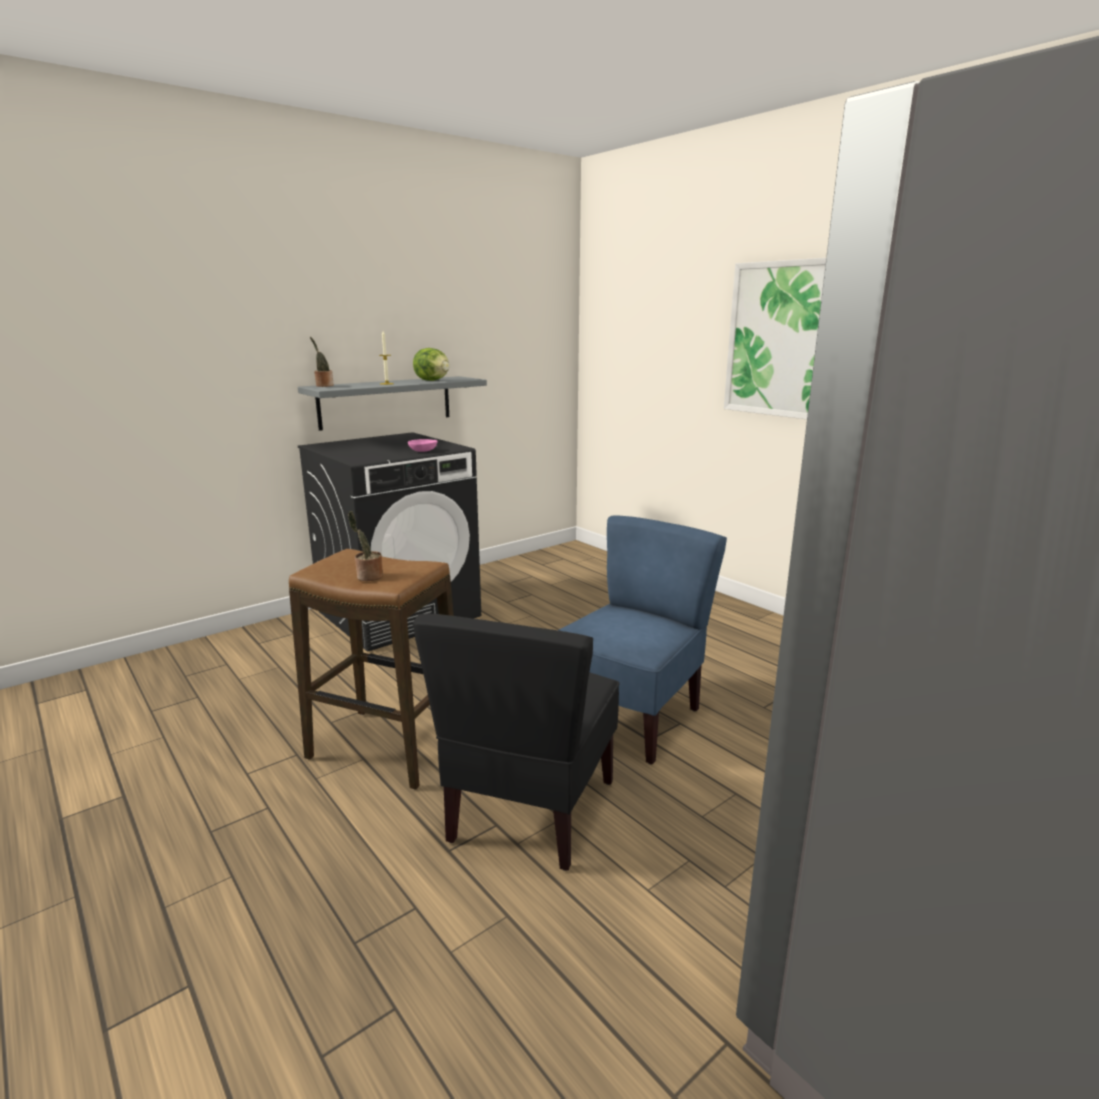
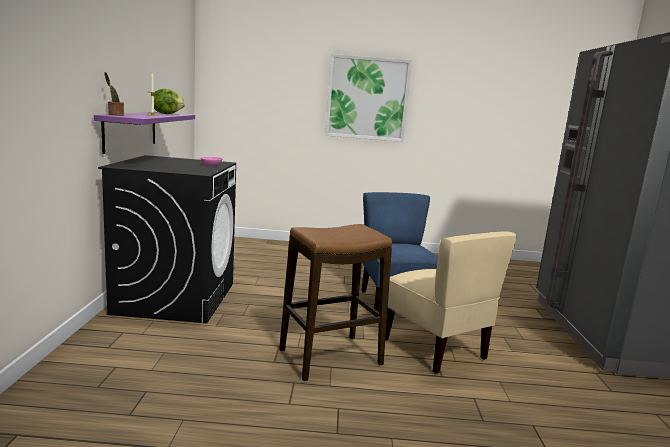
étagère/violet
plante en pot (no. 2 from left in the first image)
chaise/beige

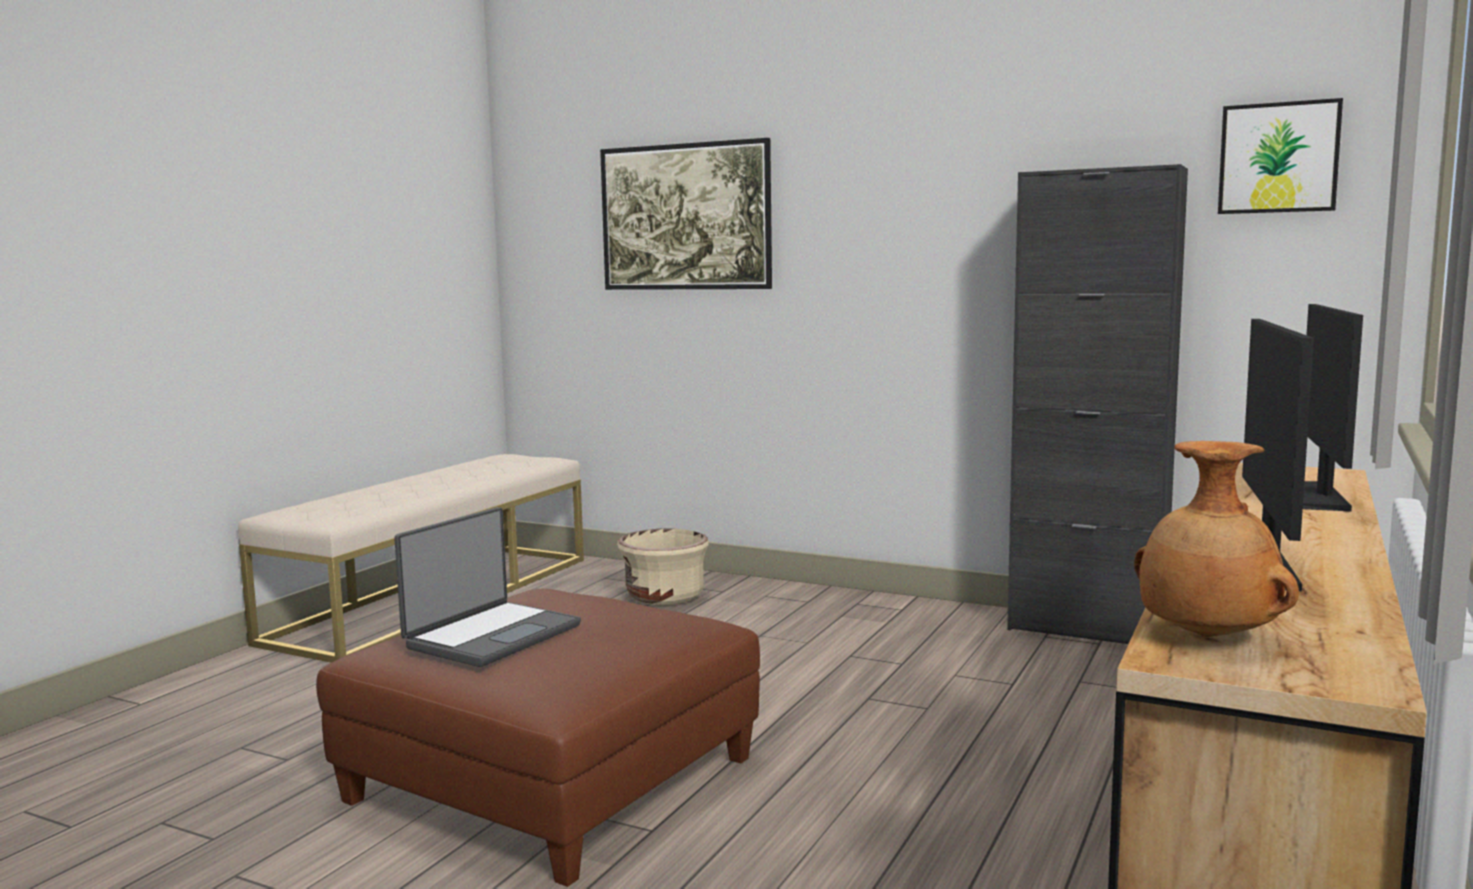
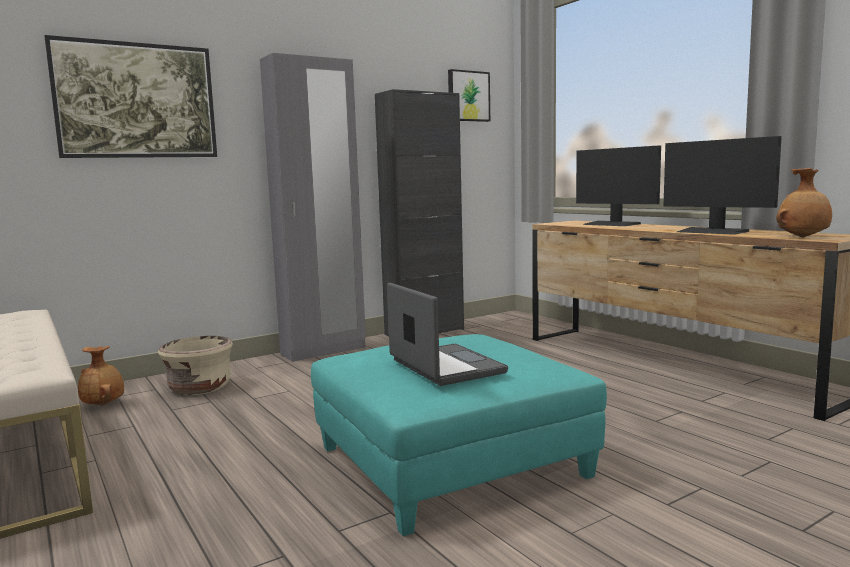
pouf/turquoise
vase/marron (no. 1 from left)
armoire/gris

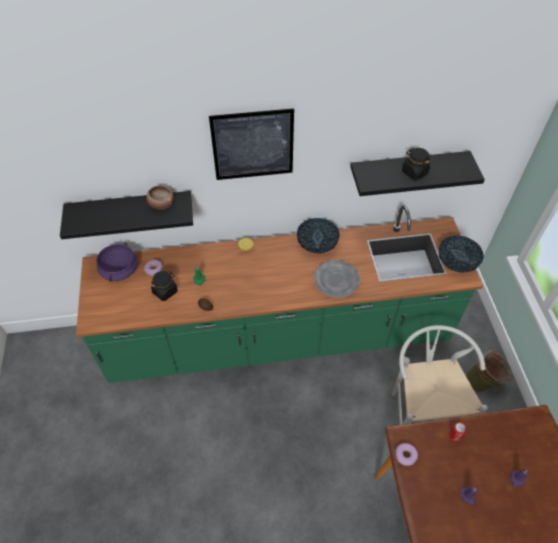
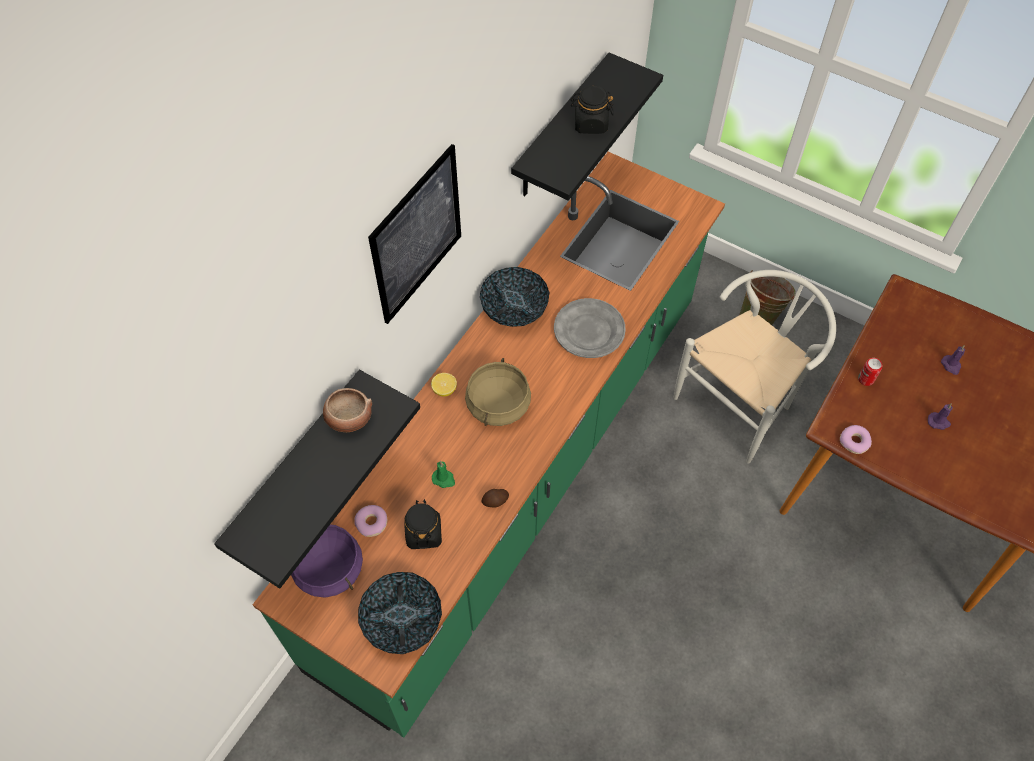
chaise/blanc
bol (no. 2 from left)
marmite/beige

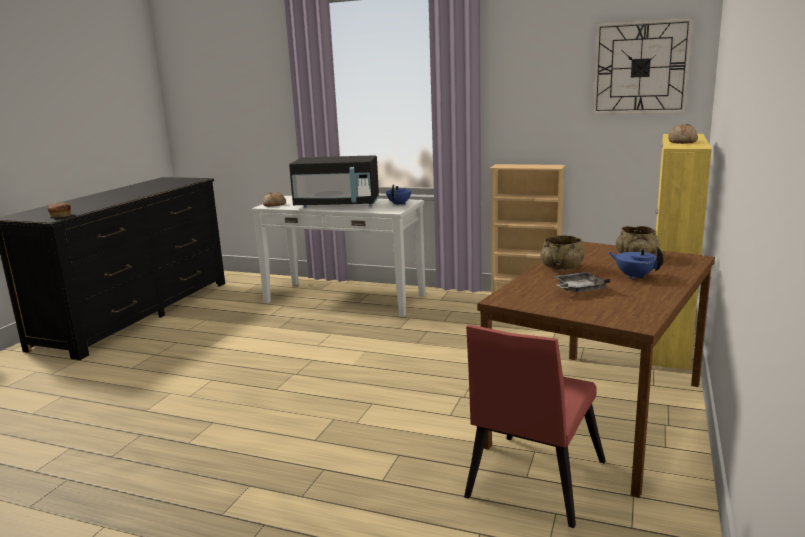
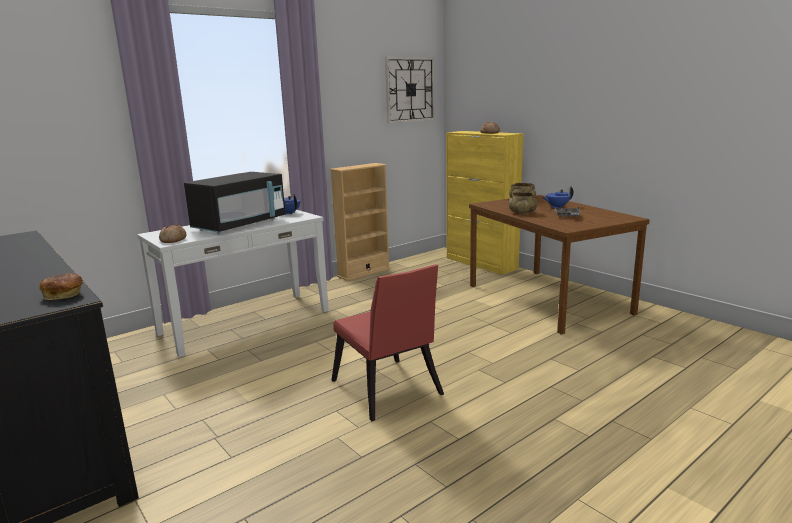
chaise/rouge

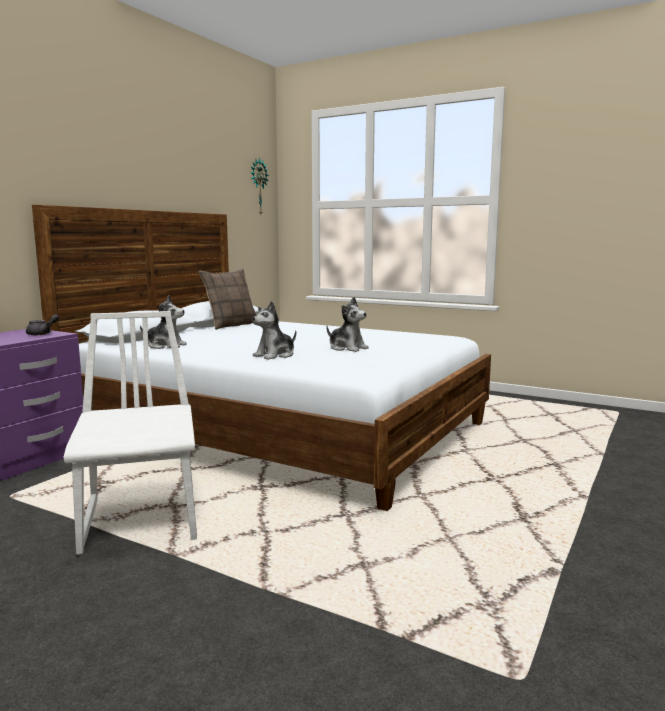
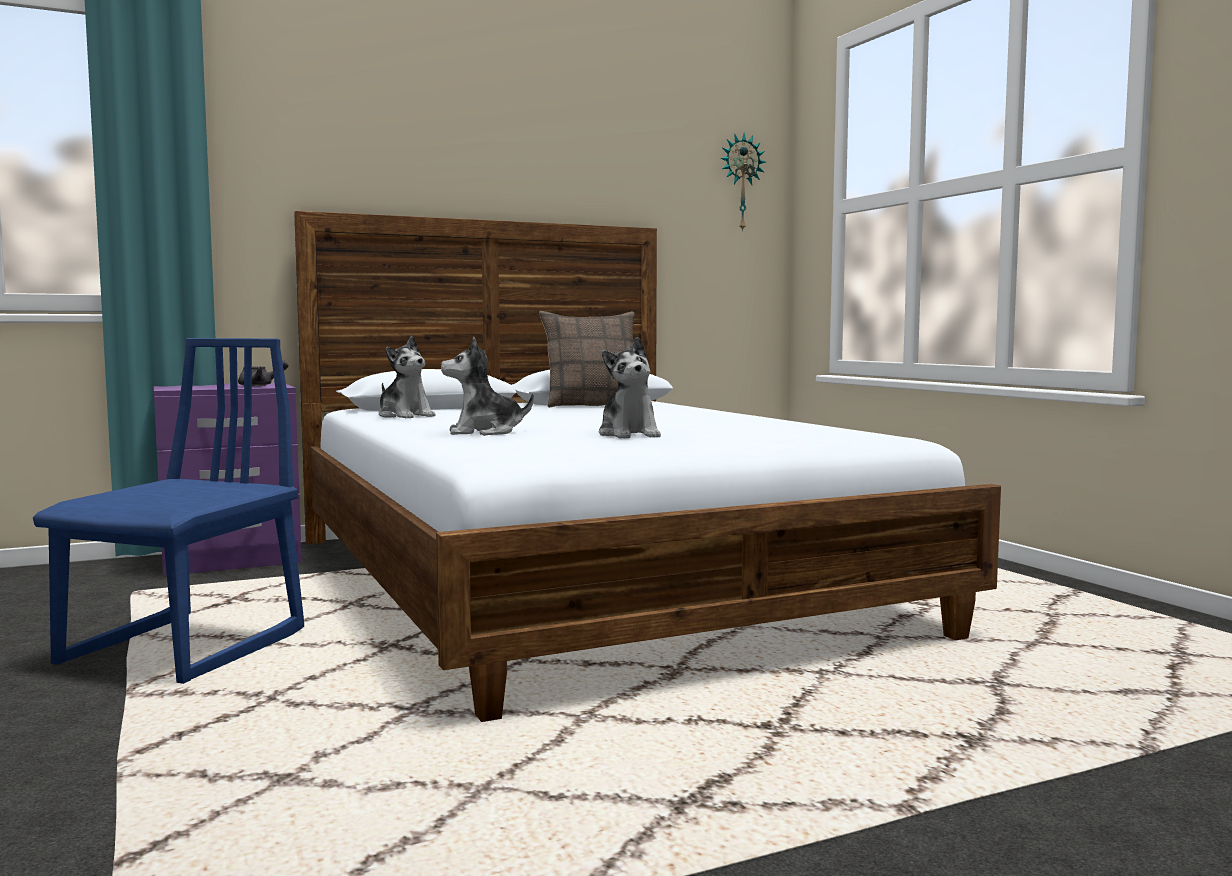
chaise/bleu

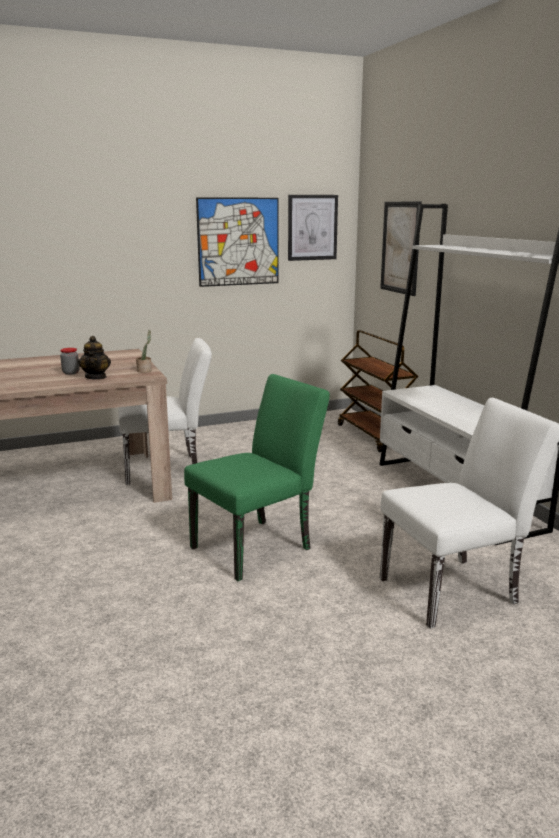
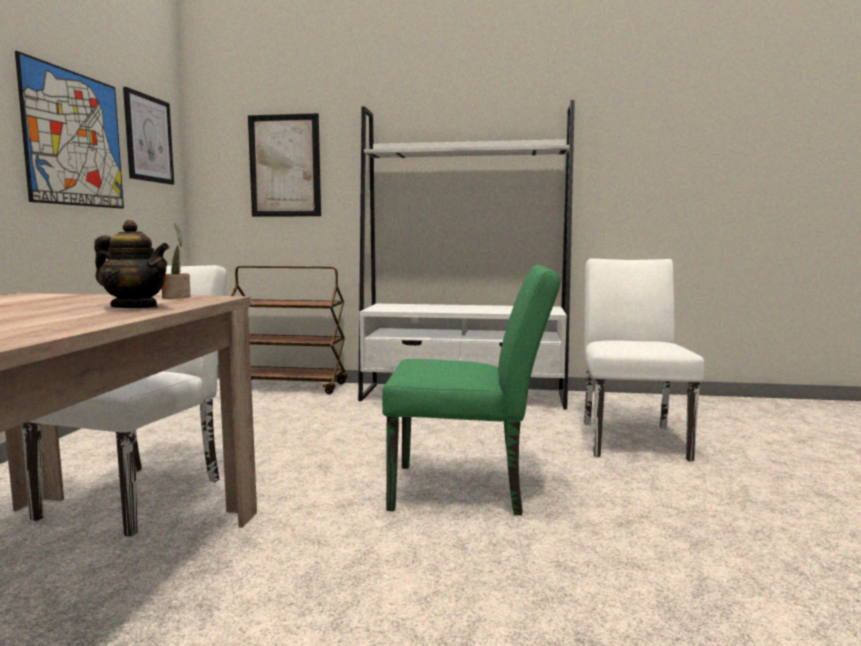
bocal
chaise/vert

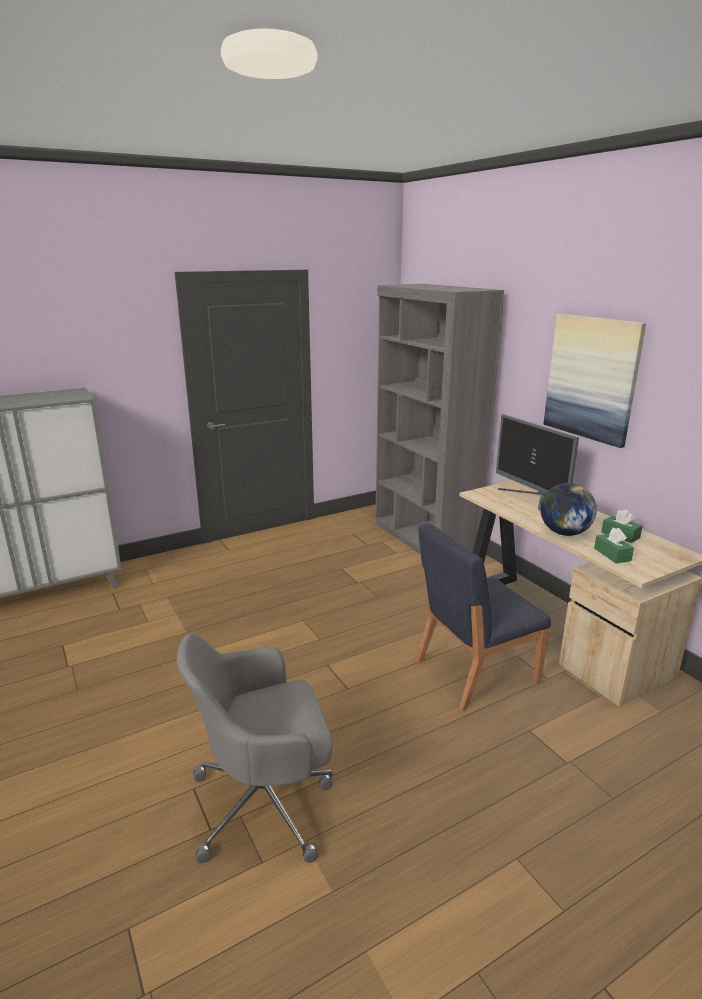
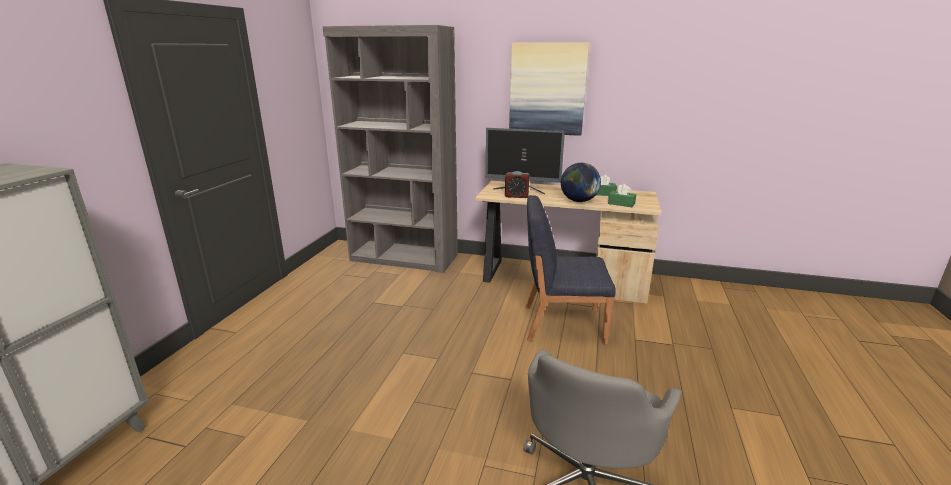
chaise/bleu
réveil

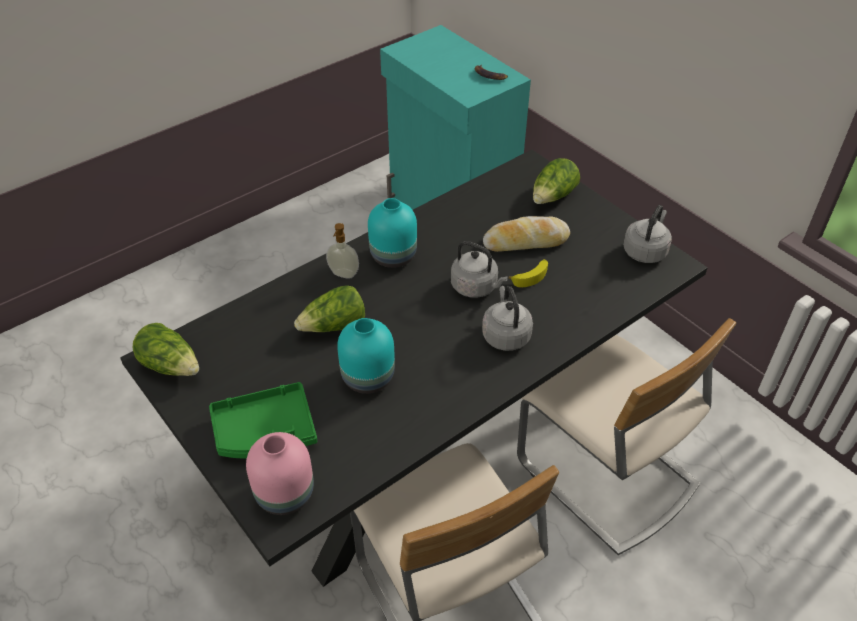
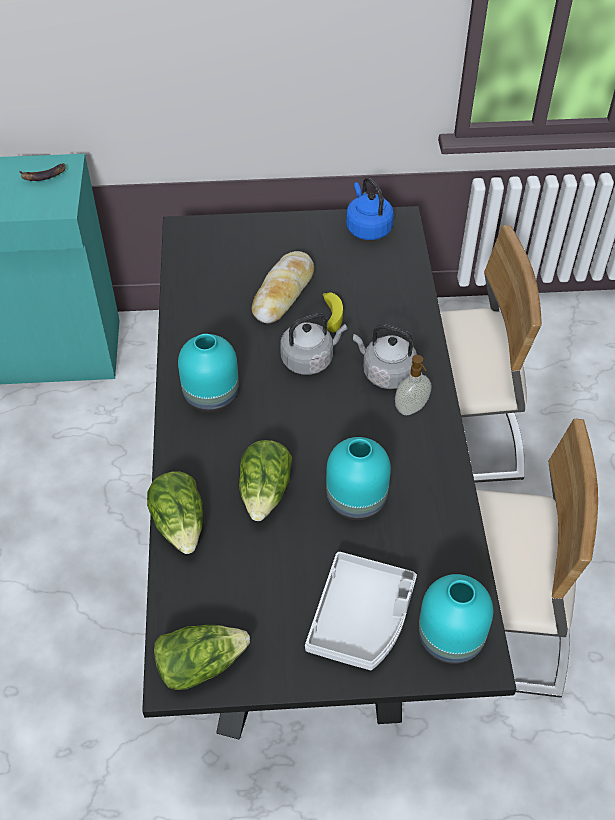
plateau/gris
vase/turquoise (no. 3 from left)
distributeur de savon
laitue (no. 1 from left)
bouilloire/bleu

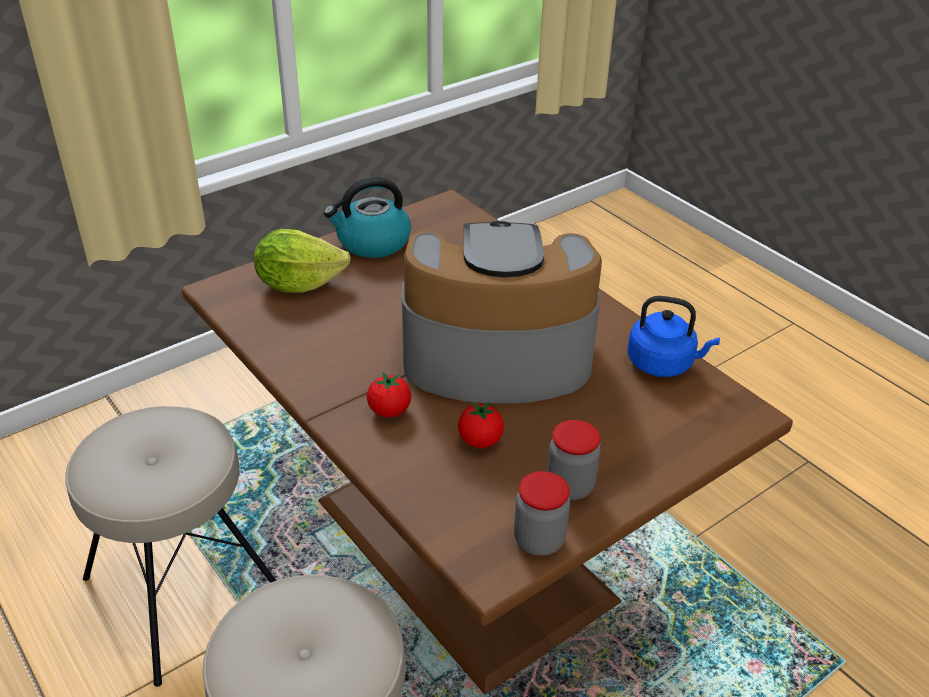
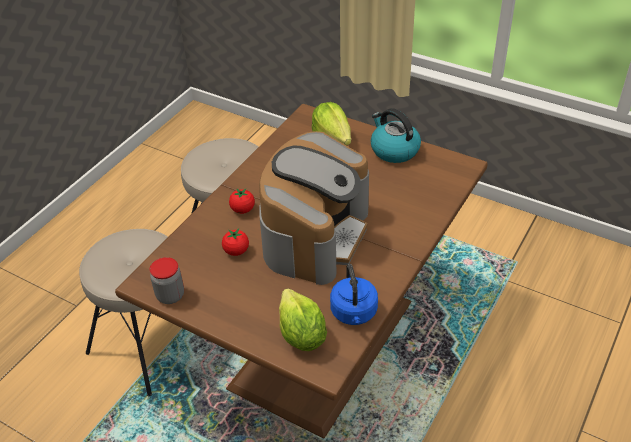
machine à café
bocal (no. 2 from left in the first image)
laitue (no. 1 from left)

